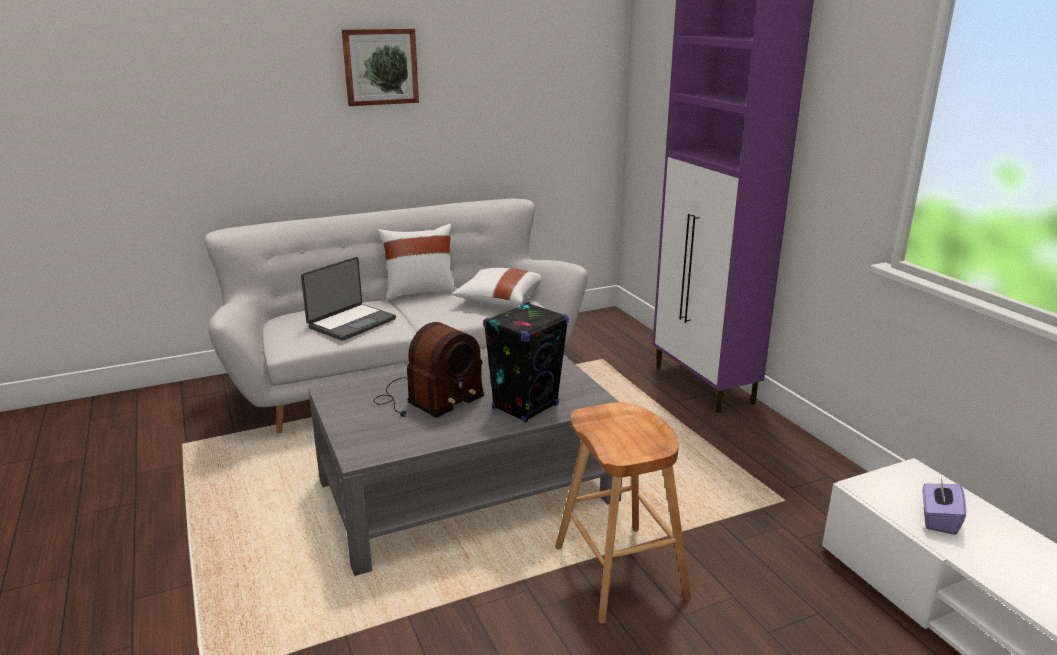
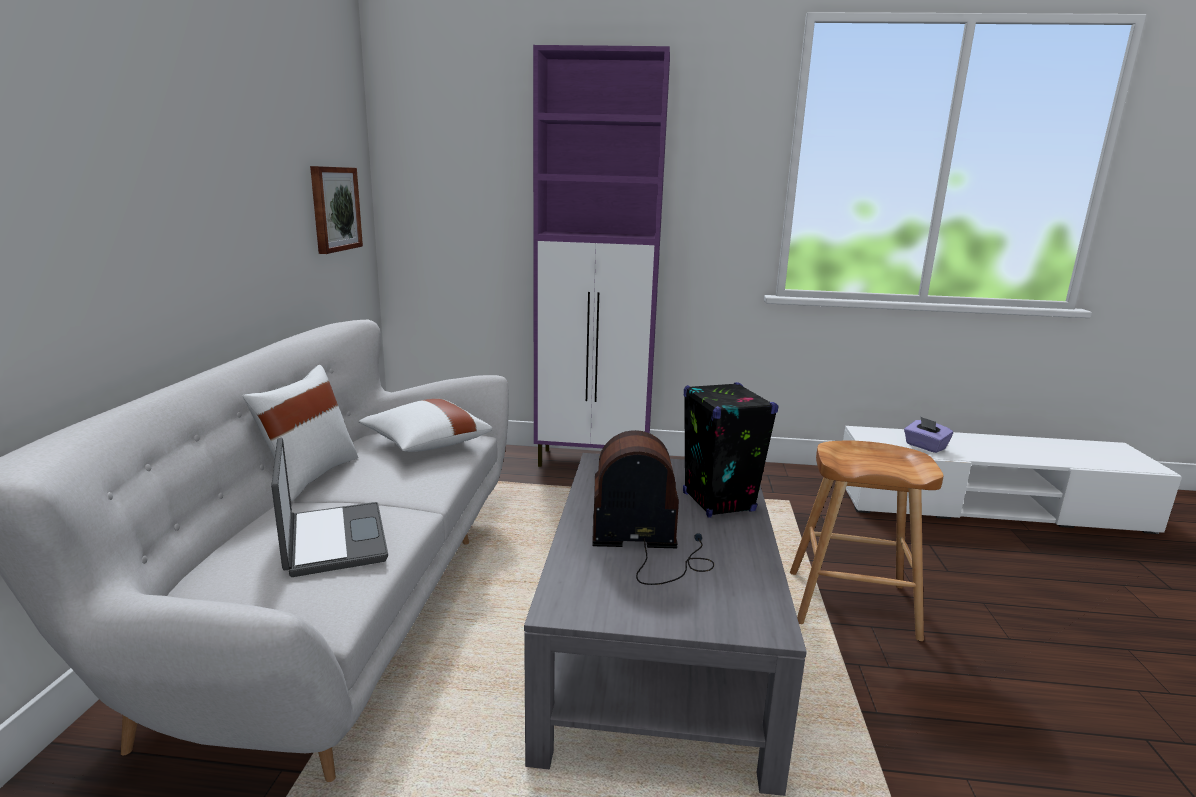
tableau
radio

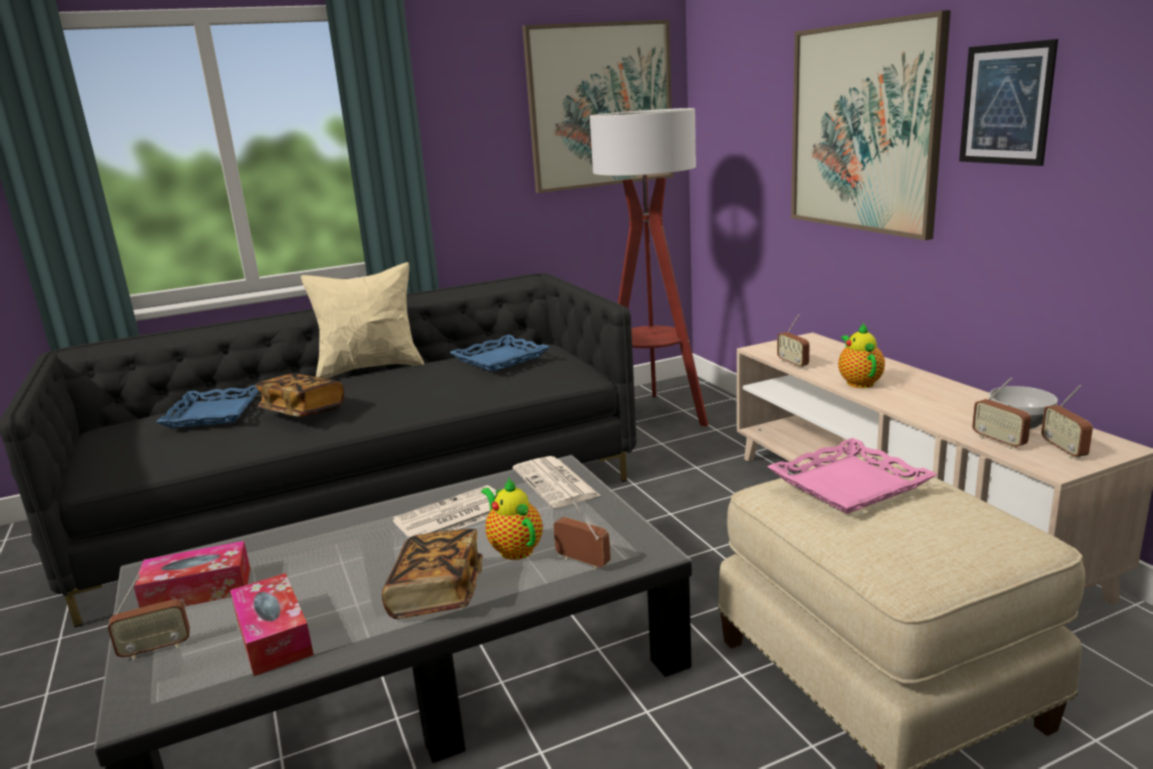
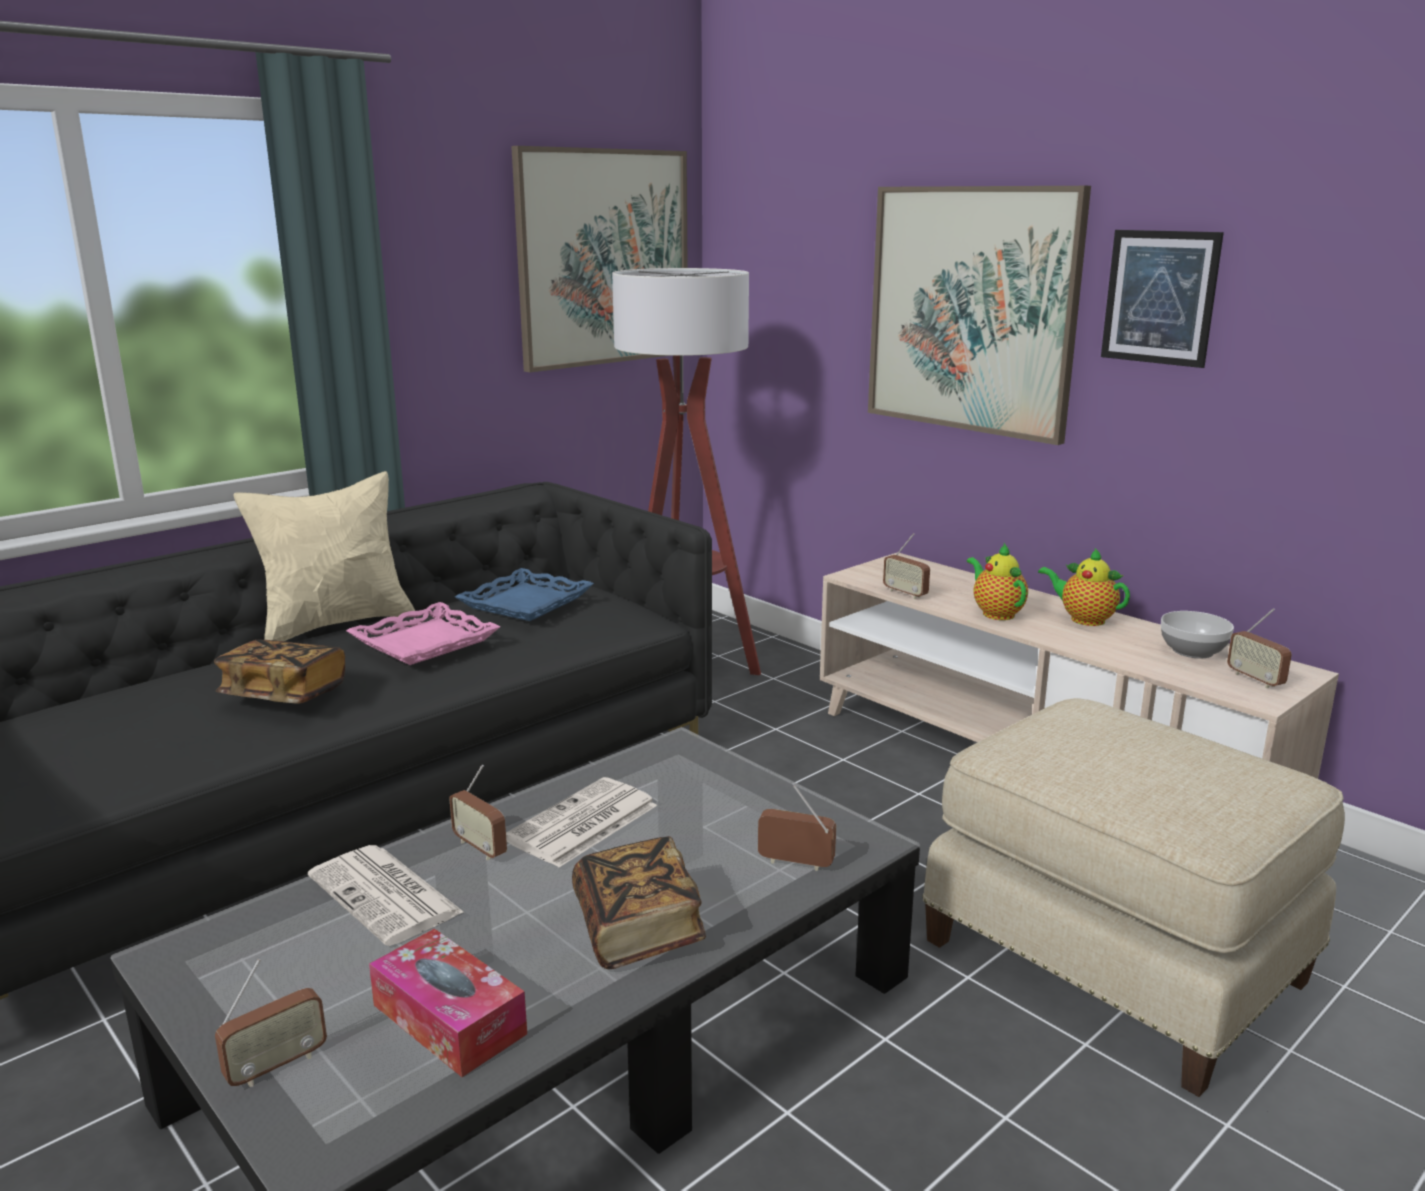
boîte à mouchoirs (no. 1 from left in the first image)
plateau/bleu (no. 1 from left in the first image)
théière (no. 2 from left)
journal (no. 1 from left)
plateau/rose
radio (no. 2 from left)

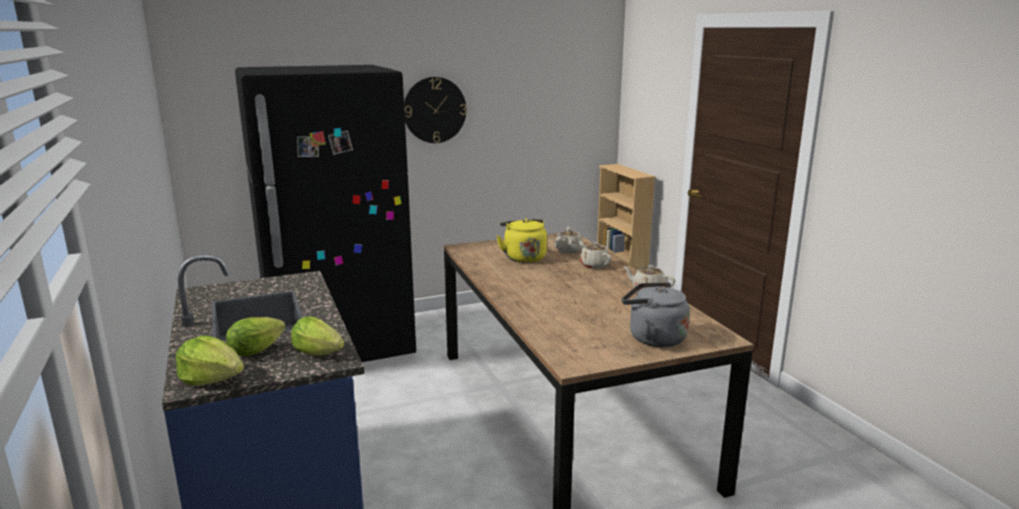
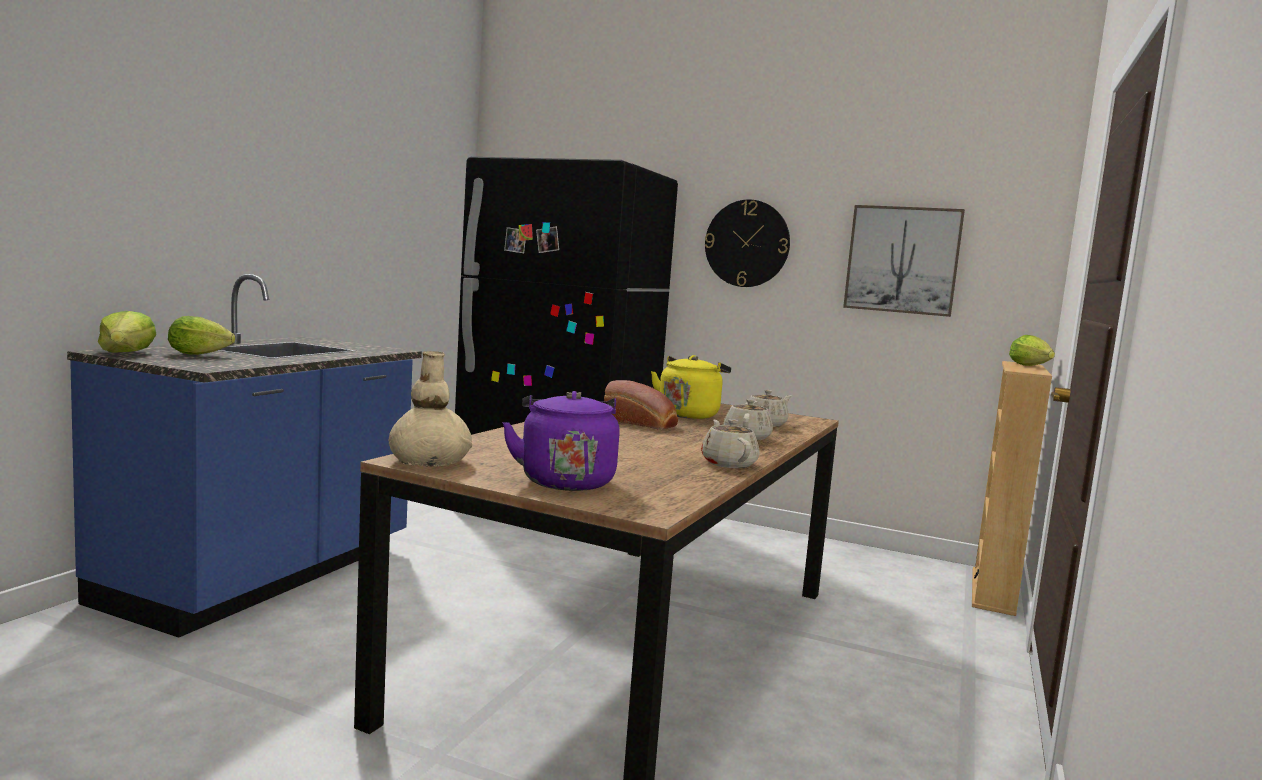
laitue (no. 3 from left)
bouilloire/violet
vase/beige
pain
tableau

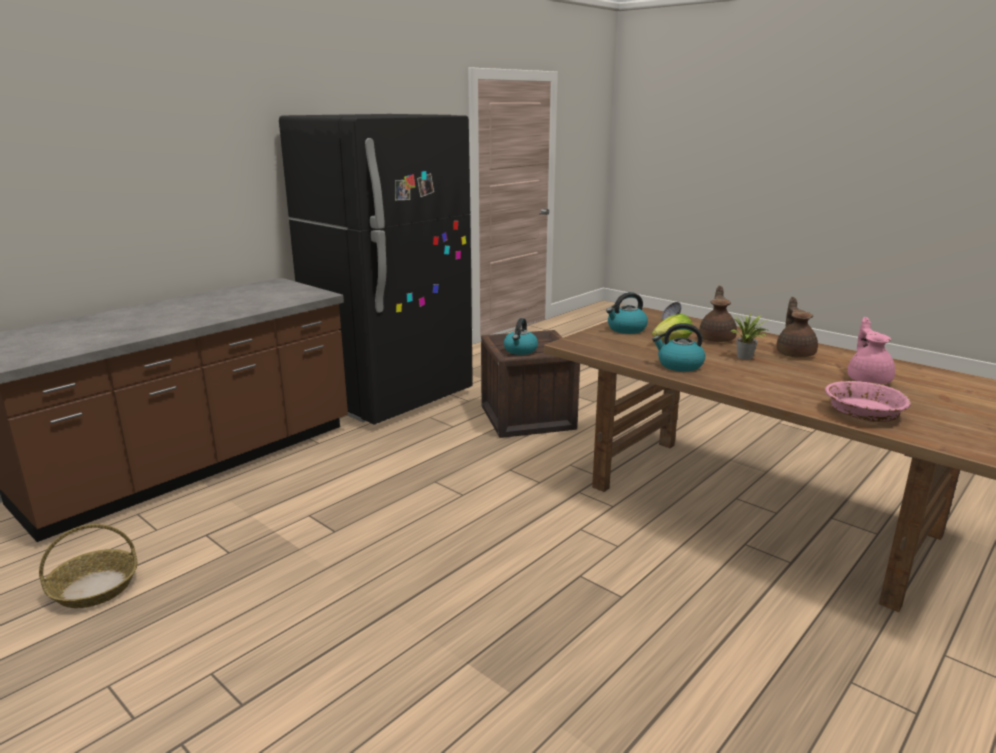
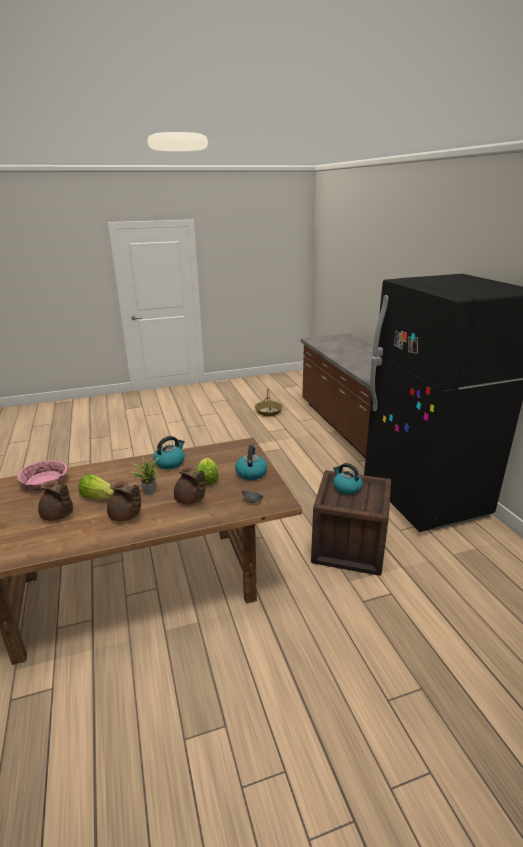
théière/marron (no. 1 from left)
laitue (no. 1 from left)

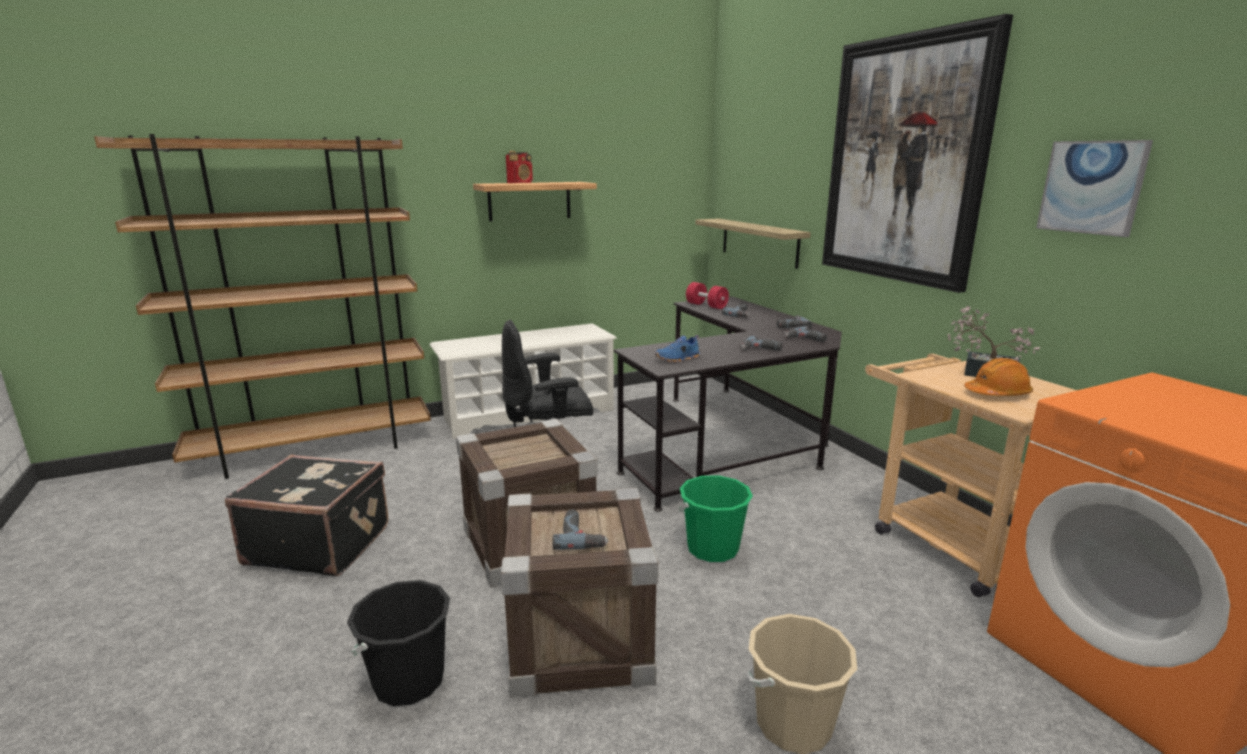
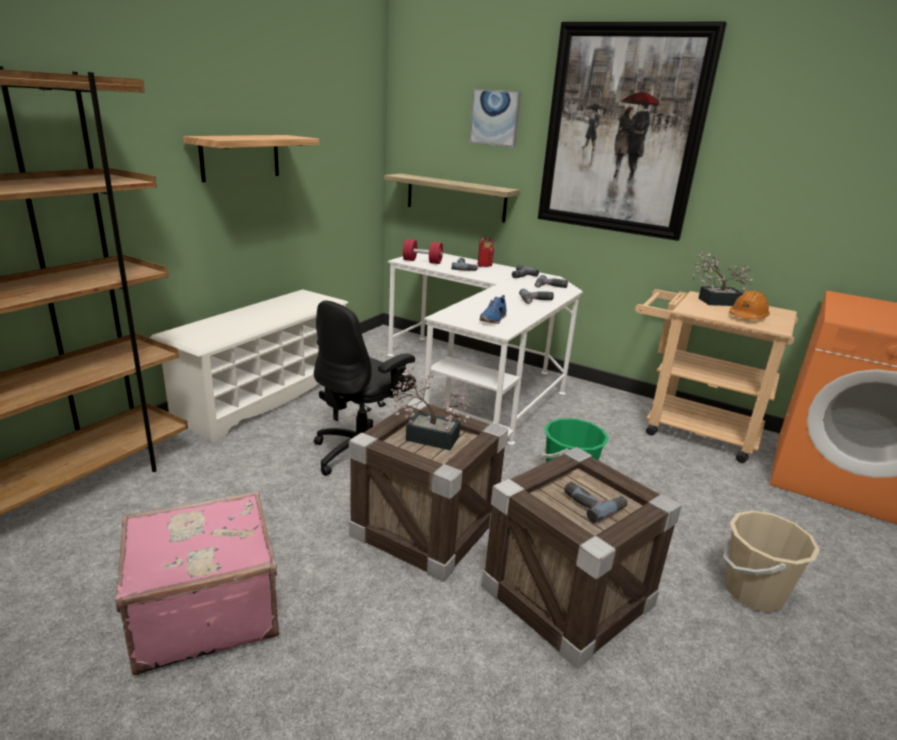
valise/rose
seau/noir
radio
bureau/blanc
tableau (no. 1 from left)
plante en pot (no. 1 from left)

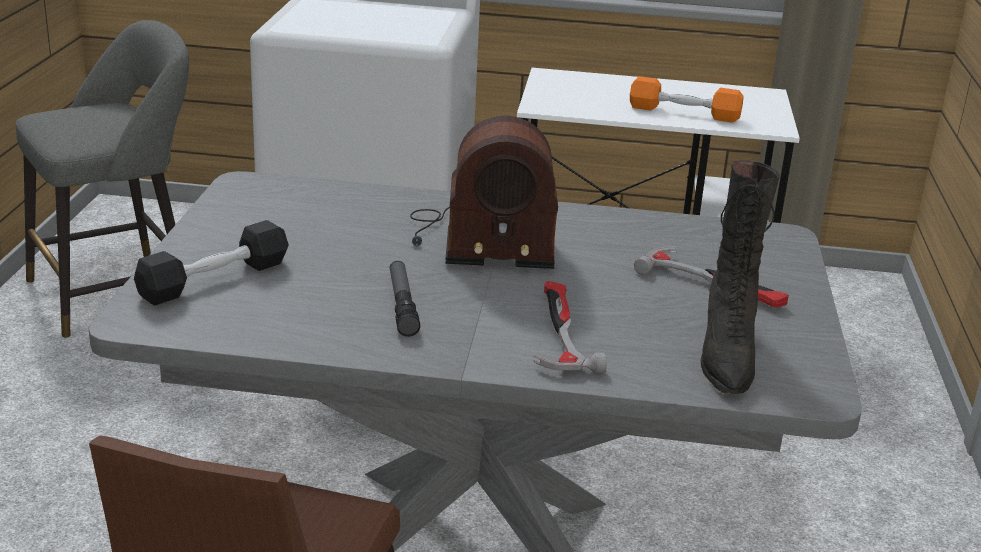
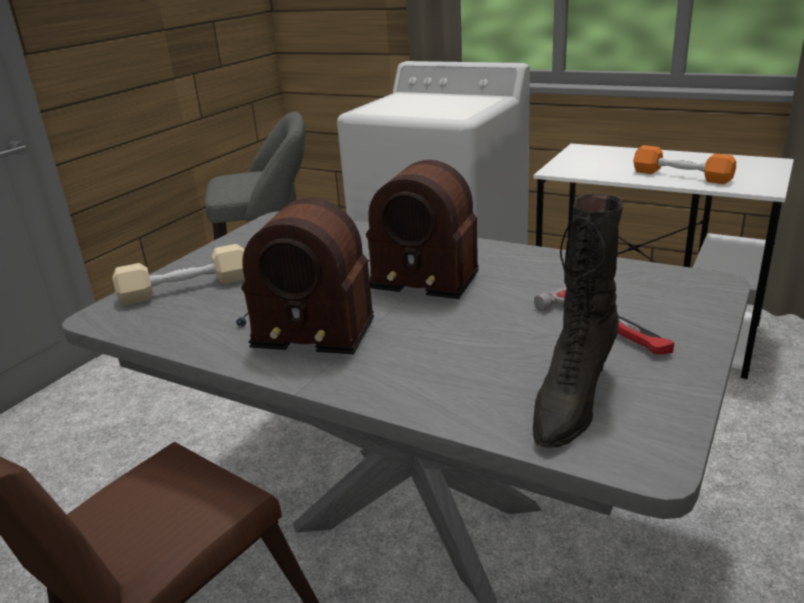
haltère/beige
radio (no. 1 from left)
marteau (no. 1 from left in the first image)

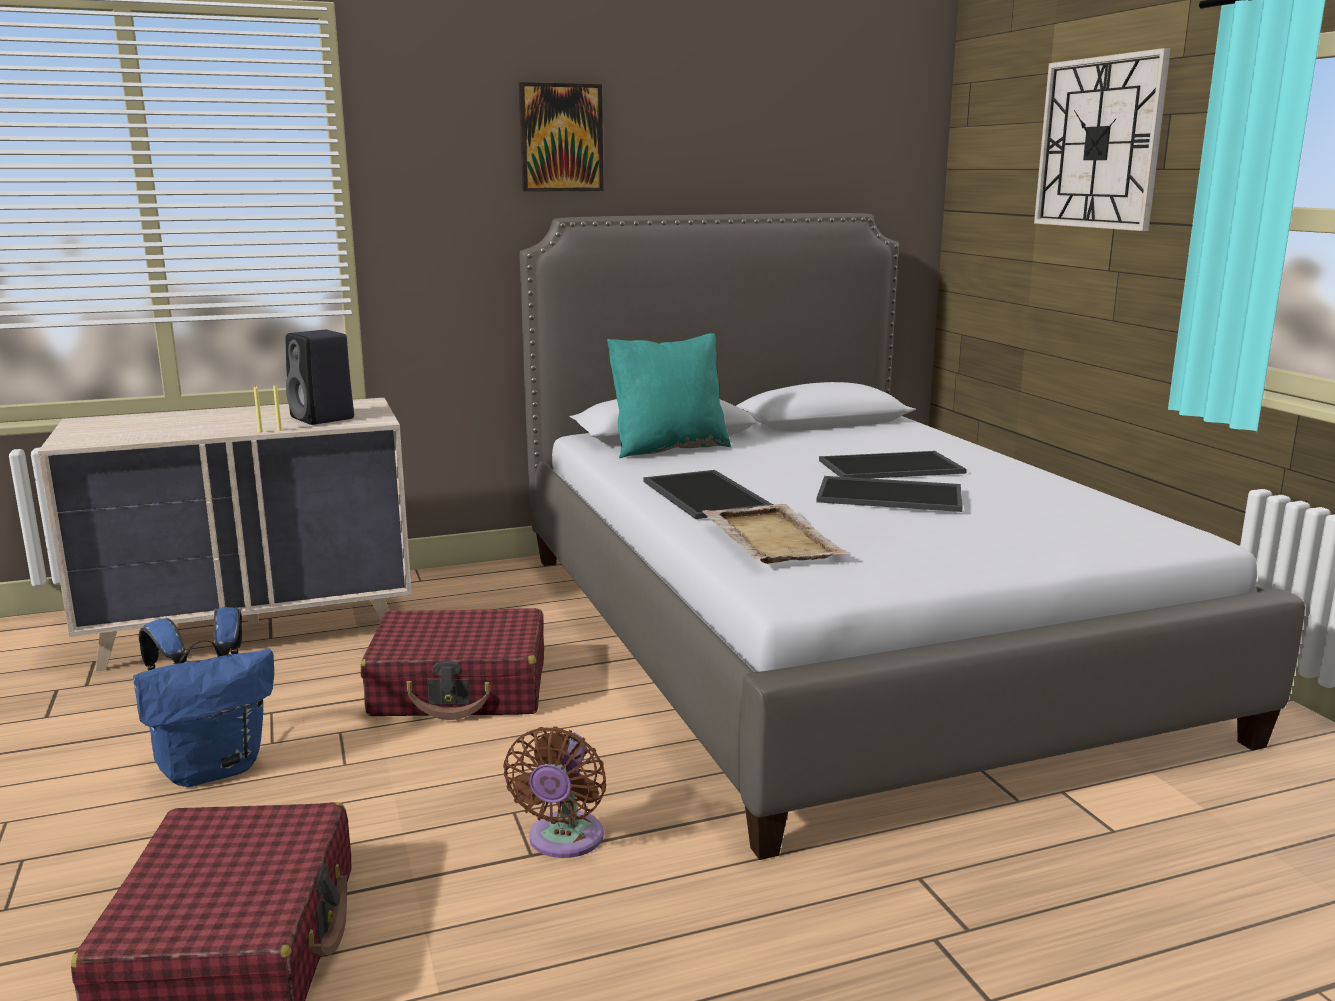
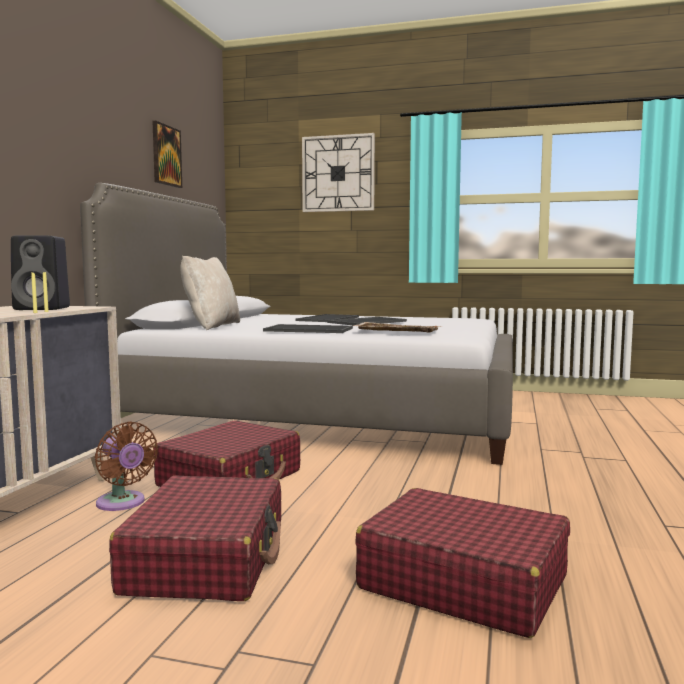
valise/rouge (no. 1 from left)
ventilateur/marron
tableau
coussin/beige

